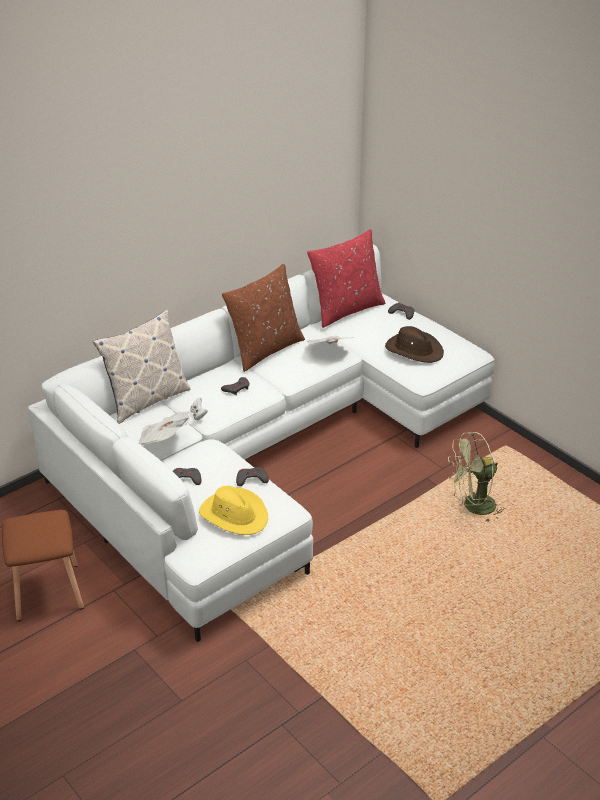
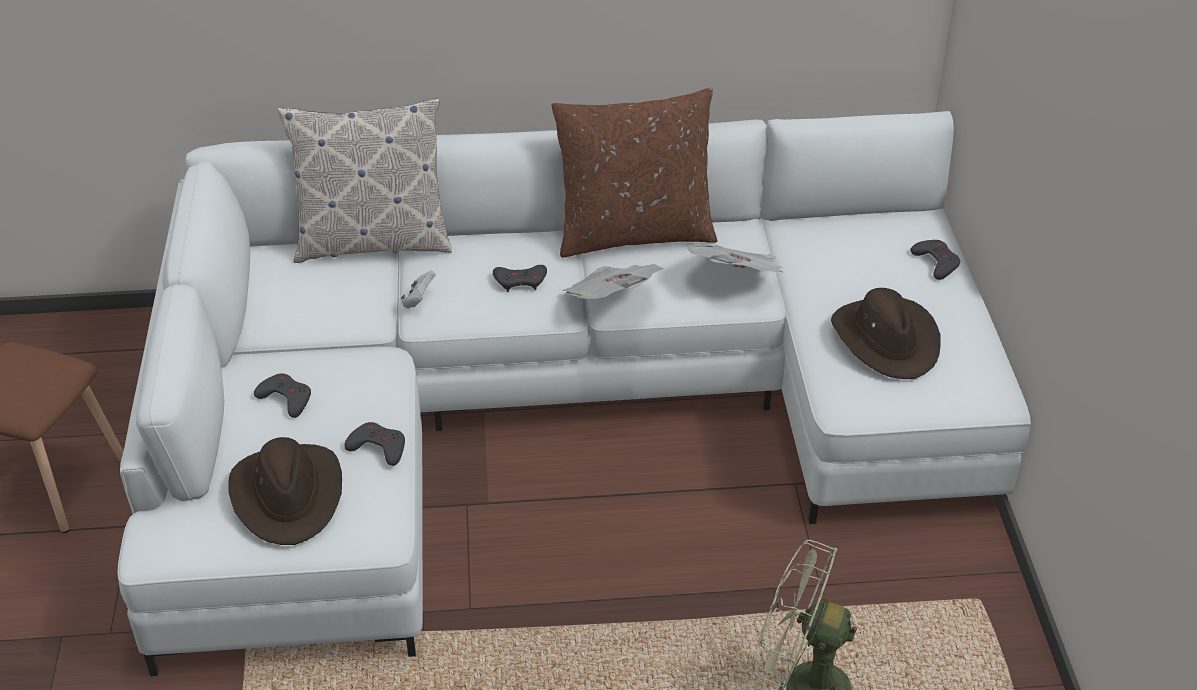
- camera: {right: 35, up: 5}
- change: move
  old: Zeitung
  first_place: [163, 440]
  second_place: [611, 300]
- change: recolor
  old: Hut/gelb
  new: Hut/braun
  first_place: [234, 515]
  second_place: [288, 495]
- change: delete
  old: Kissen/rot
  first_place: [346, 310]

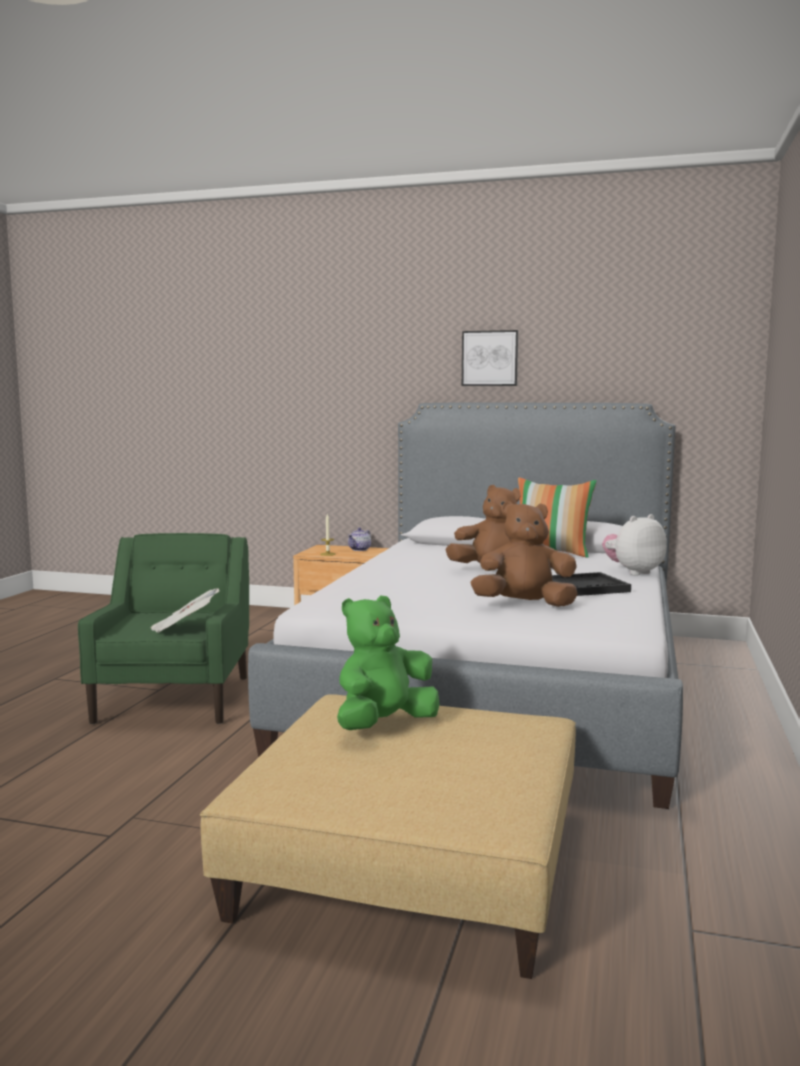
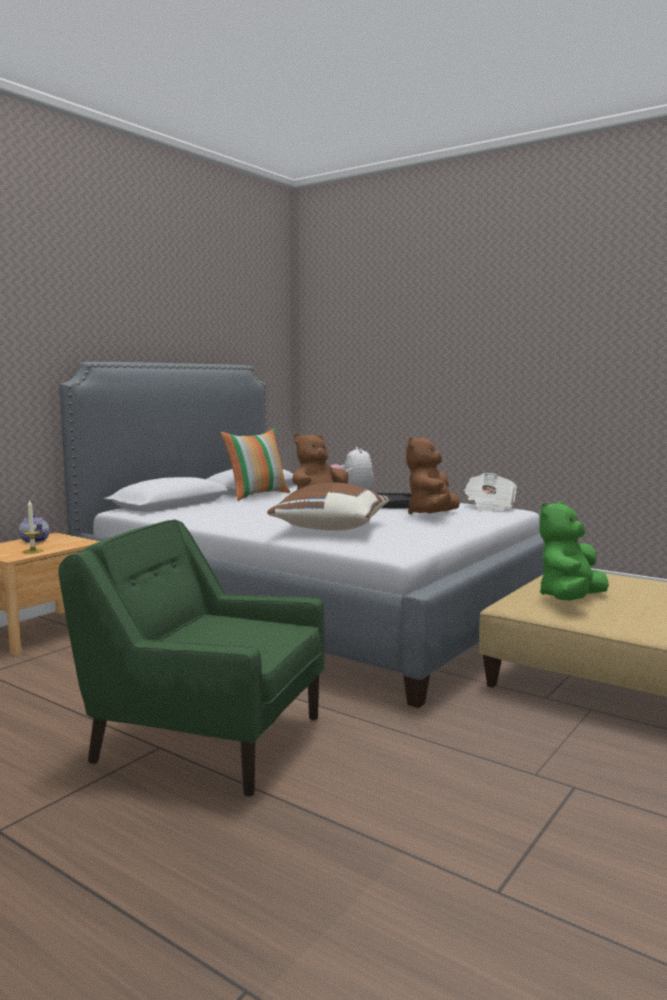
- camera: {right: -70, up: 0}
- change: move
  old: Zeitung
  first_place: [184, 629]
  second_place: [489, 507]
- change: rotate
  old: Plüschtier/grün
  first_place: [384, 724]
  second_place: [570, 599]
  degrees: 60
- change: delete
  old: Bild
  first_place: [490, 358]
- change: insert
  new: Kissen/braun
  second_place: [330, 528]

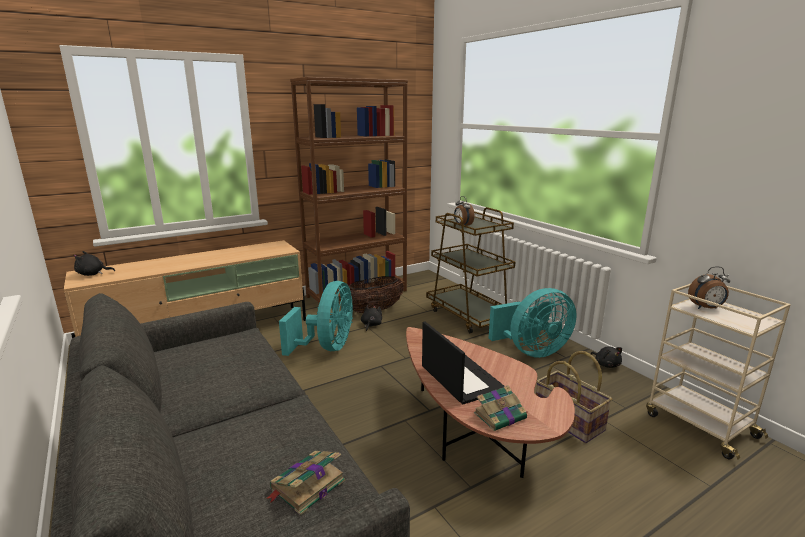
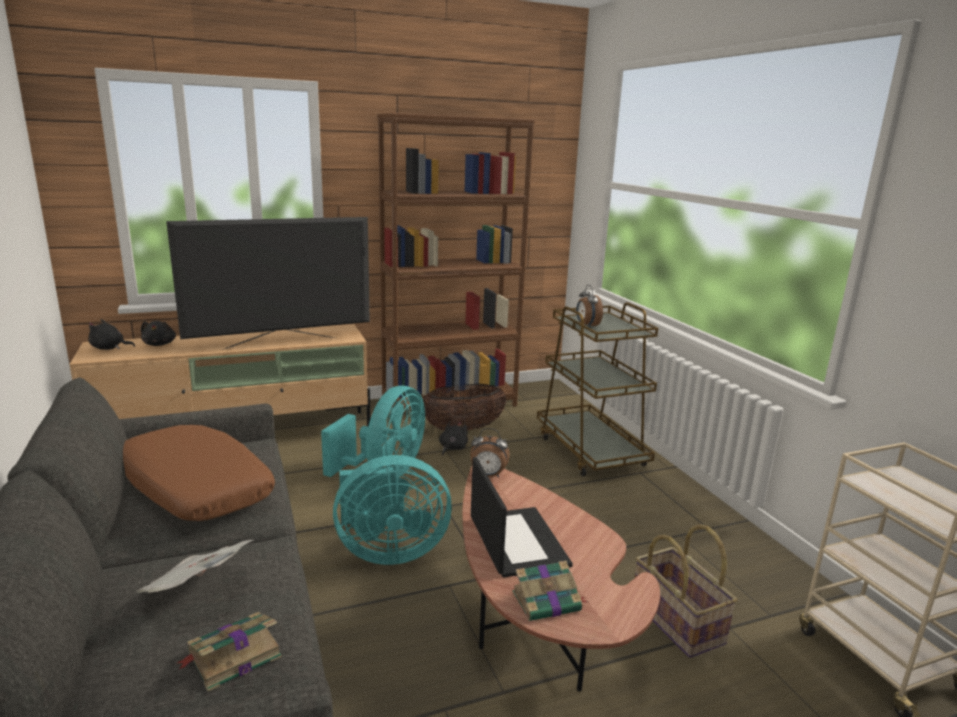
- camera: {right: 10, up: 0}
- change: move
  old: Ventilator/türkis
  first_place: [532, 351]
  second_place: [388, 551]
- change: move
  old: Plüschtier/schwarz
  first_place: [606, 364]
  second_place: [160, 344]
- change: move
  old: Wecker
  first_place: [706, 308]
  second_place: [488, 475]
- change: insert
  new: Kissen/braun
  second_place: [193, 488]
- change: insert
  new: Zeitung
  second_place: [199, 590]
- change: insert
  new: Fernseher
  second_place: [281, 343]

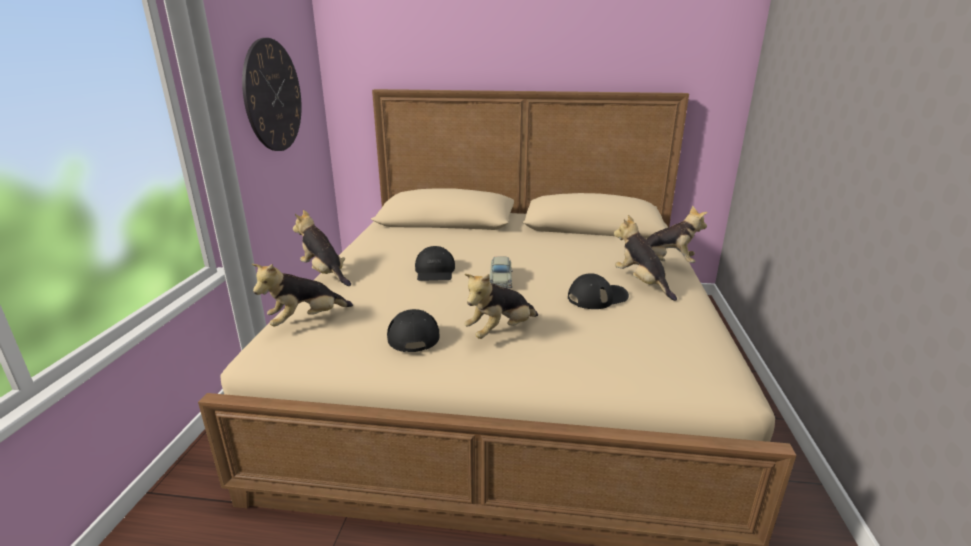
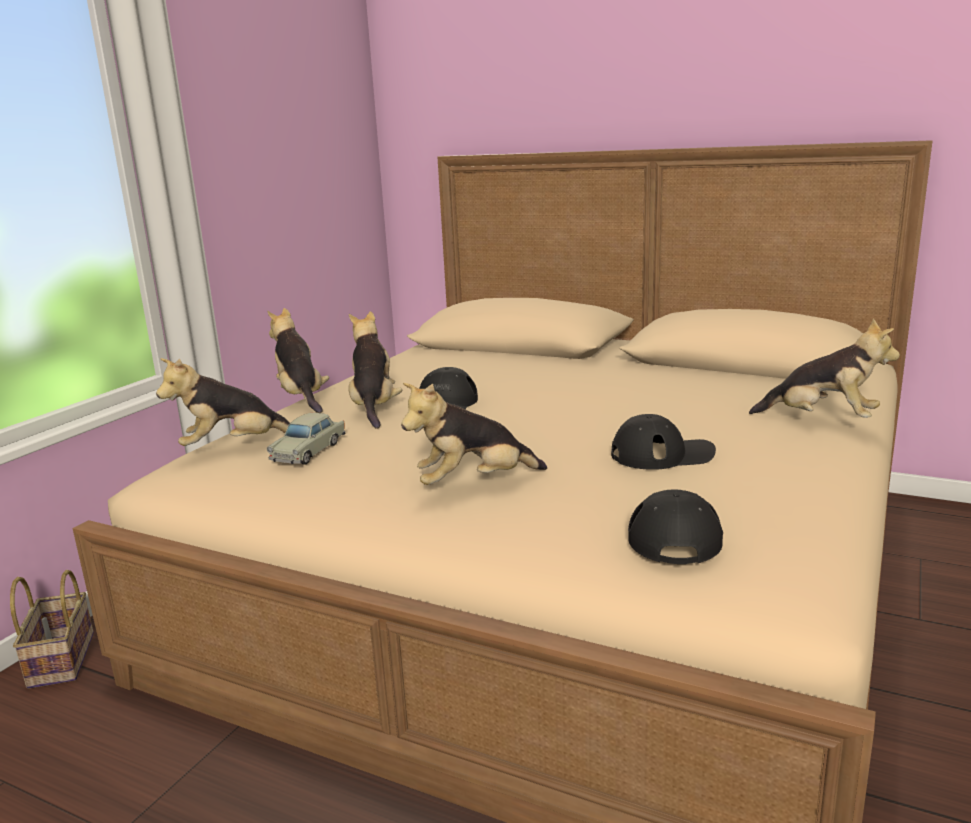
- camera: {right: 20, up: -5}
- change: delete
  old: Wanduhr
  first_place: [273, 96]
- change: move
  old: Kappe/schwarz
  first_place: [412, 333]
  second_place: [673, 533]
- change: move
  old: Spielzeugauto/beige
  first_place: [500, 280]
  second_place: [309, 451]
- change: move
  old: Plüschtier
  first_place: [641, 283]
  second_place: [374, 407]
- change: insert
  new: Korb
  second_place: [60, 659]

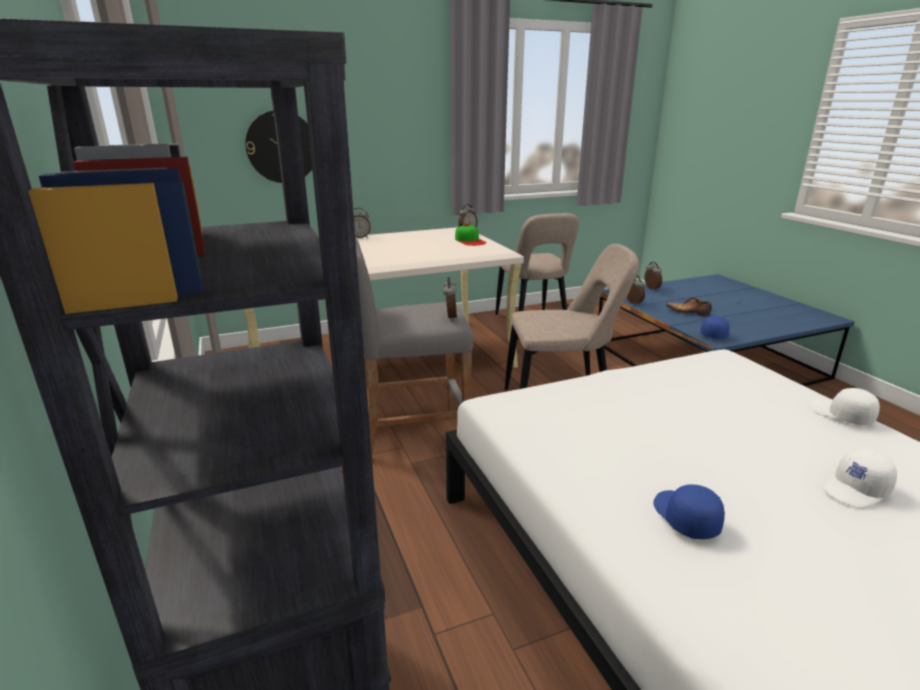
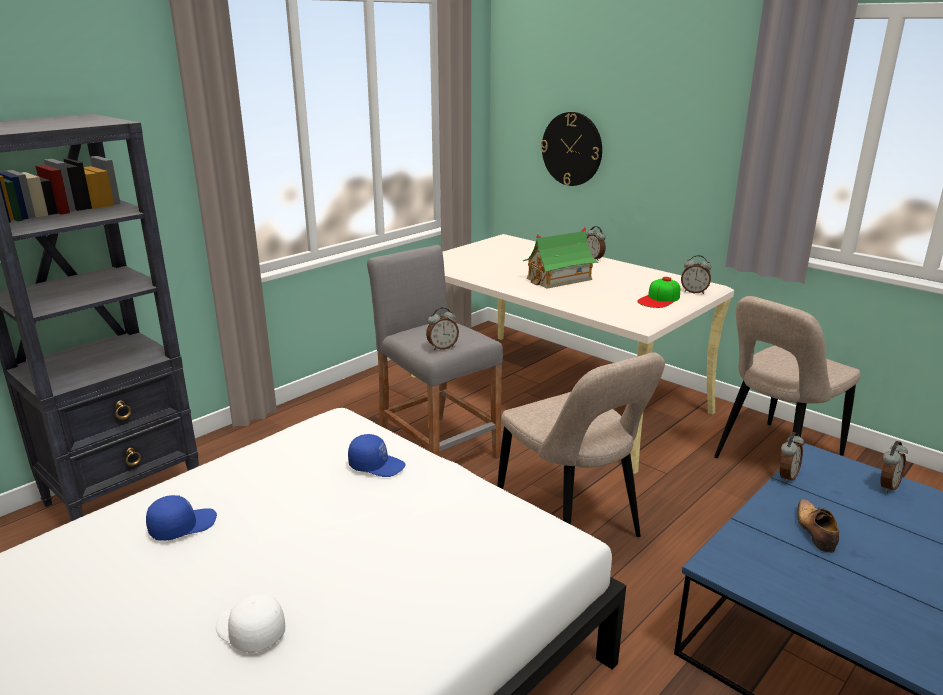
- camera: {right: 65, up: 0}
- change: move
  old: Kappe/blau
  first_place: [714, 334]
  second_place: [377, 465]
- change: delete
  old: Kappe/weiß
  first_place: [841, 415]
- change: insert
  new: Spielzeughaus
  second_place: [558, 279]

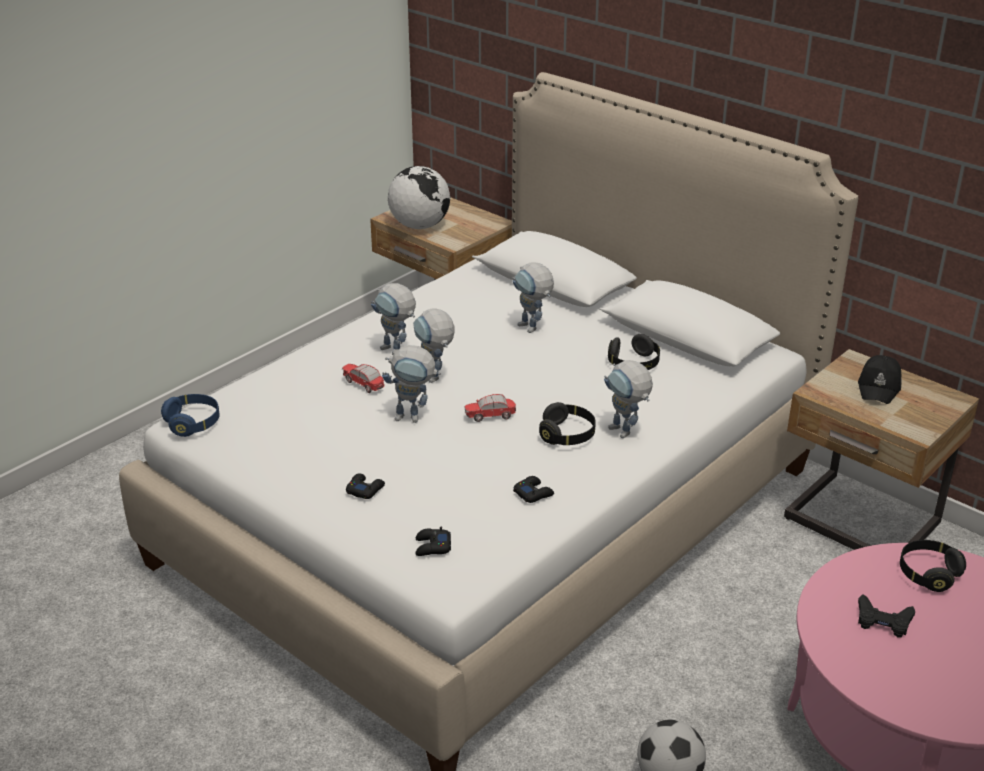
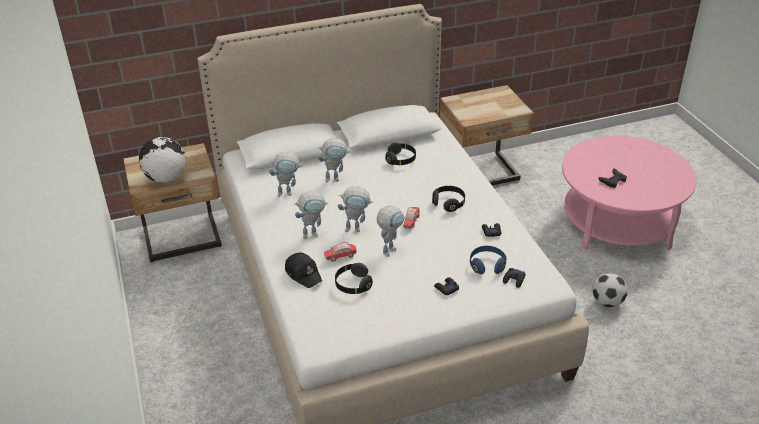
- camera: {right: -60, up: 5}
- change: move
  old: Kopfhörer/blau
  first_place: [193, 423]
  second_place: [487, 265]
- change: move
  old: Spielzeugroboter
  first_place: [626, 433]
  second_place: [288, 193]
- change: move
  old: Kappe/schwarz
  first_place: [879, 387]
  second_place: [303, 273]
- change: move
  old: Kopfhörer/schwarz
  first_place: [928, 574]
  second_place: [353, 285]

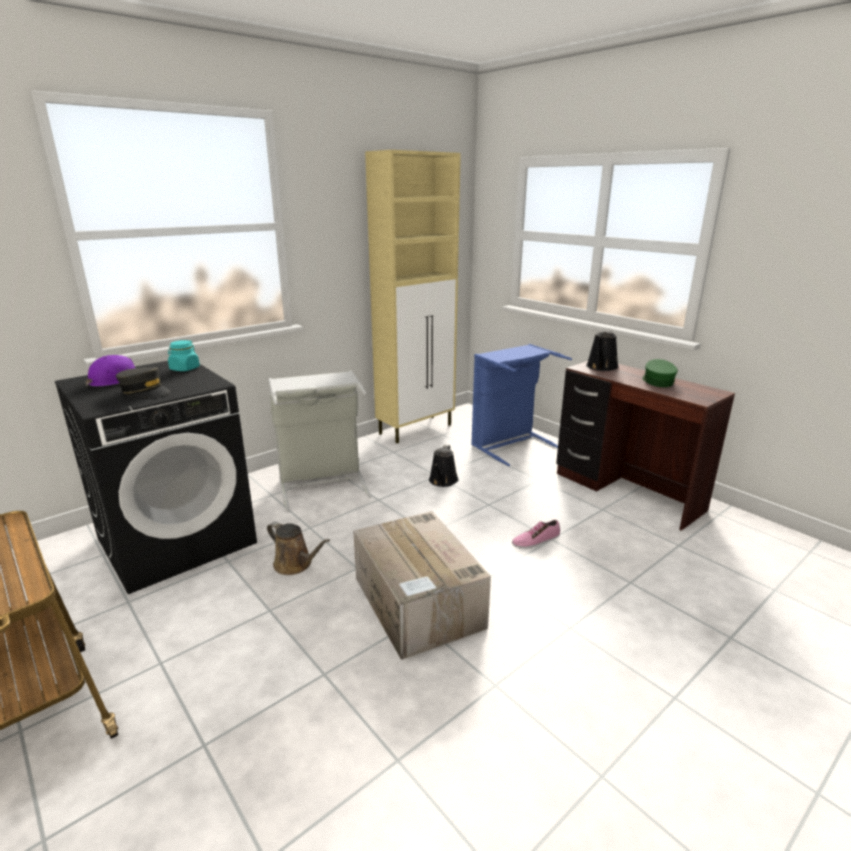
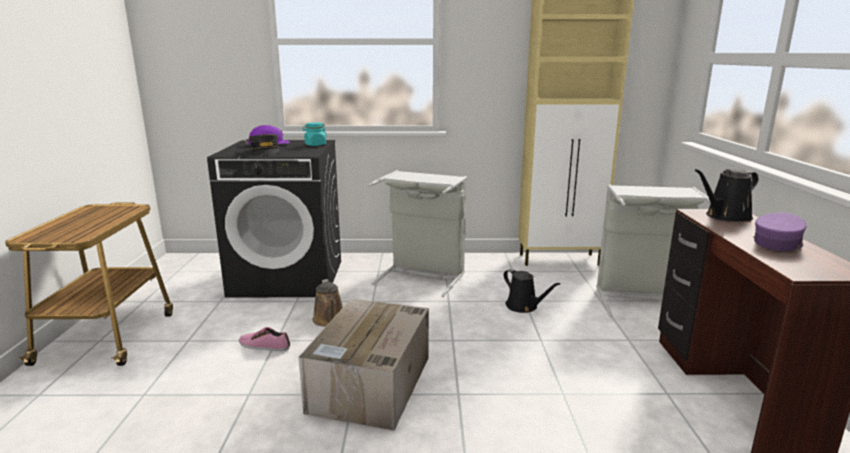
- camera: {right: 40, up: -5}
- change: rotate
  old: Gießkanne/schwarz
  first_place: [443, 481]
  second_place: [524, 306]
  degrees: -90
- change: recolor
  old: Wäschekorb/blau
  new: Wäschekorb/grau
  first_place: [510, 444]
  second_place: [642, 299]
- change: move
  old: Schuh
  first_place: [535, 540]
  second_place: [264, 345]
- change: recolor
  old: Kappe/grün
  new: Kappe/lila
  first_place: [657, 381]
  second_place: [777, 243]

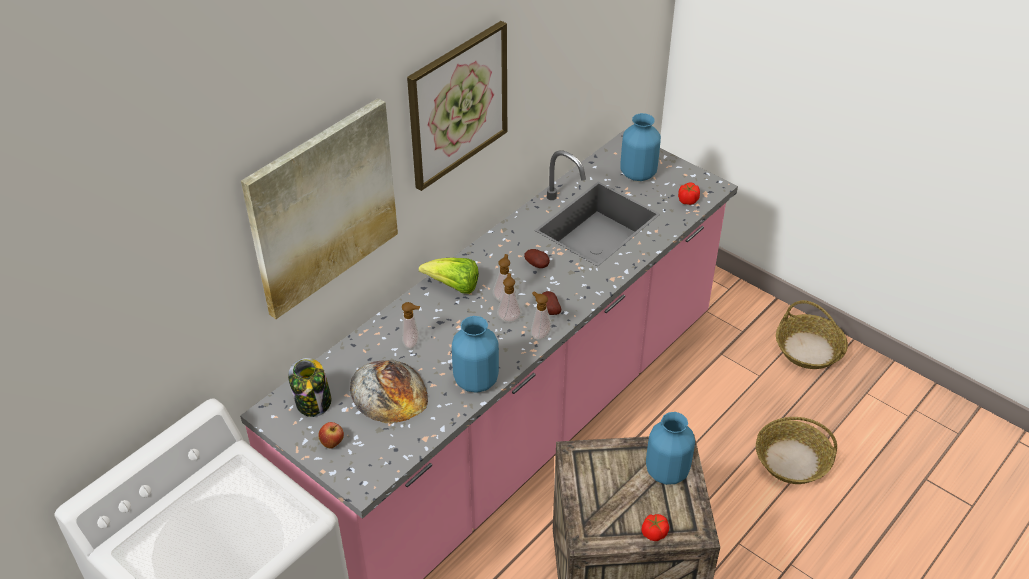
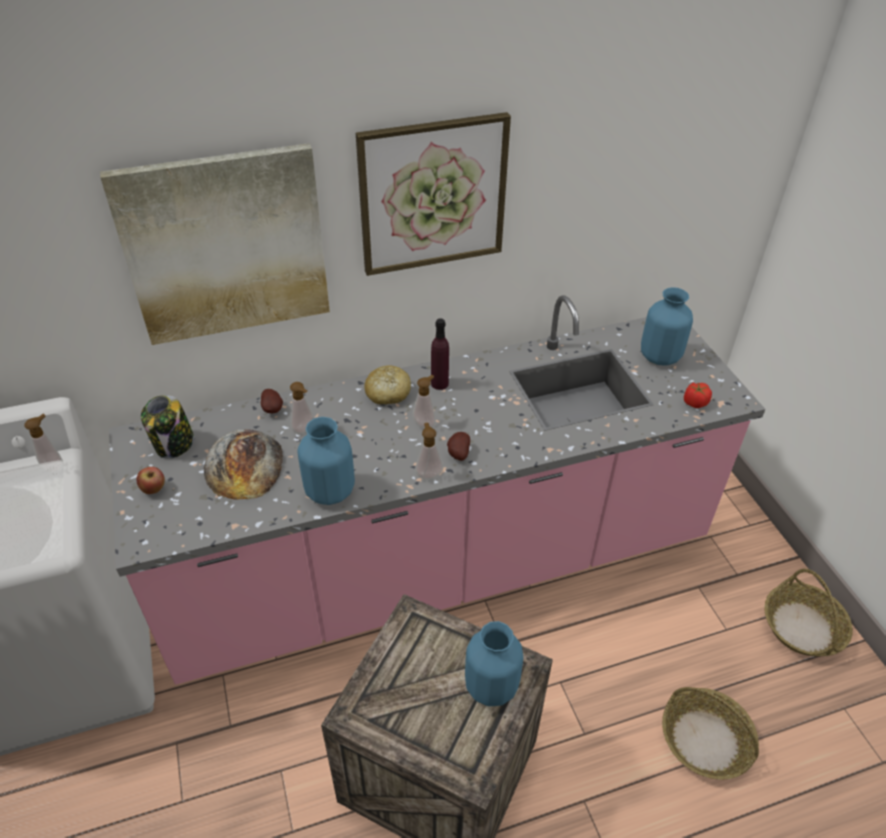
- camera: {right: 30, up: 0}
- change: replace
  old: Salatkopf
  new: Brot
  first_place: [453, 286]
  second_place: [388, 392]
- change: move
  old: Seifenspender
  first_place: [509, 318]
  second_place: [55, 466]
- change: move
  old: Kartoffel
  first_place: [538, 265]
  second_place: [273, 409]
- change: delete
  old: Tomate
  first_place: [654, 533]
- change: insert
  new: Flasche/lila
  second_place: [439, 383]

